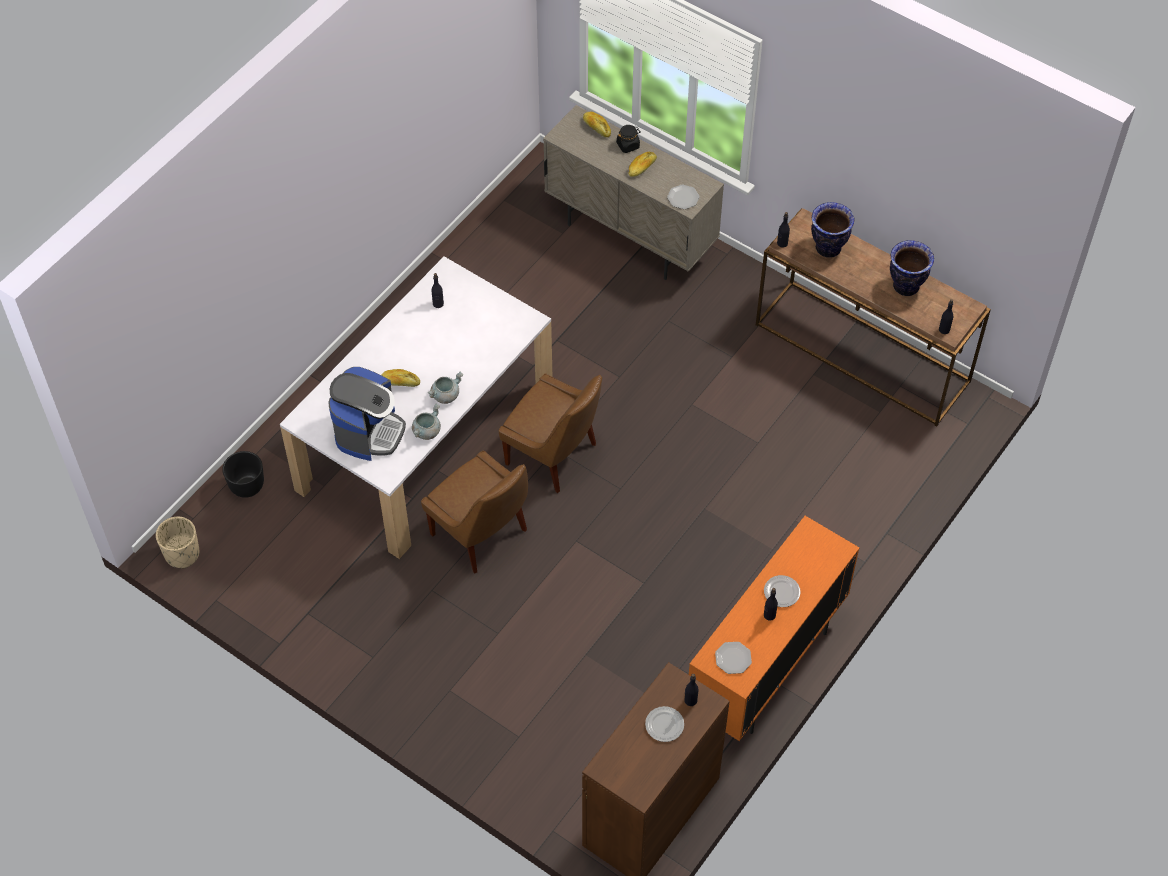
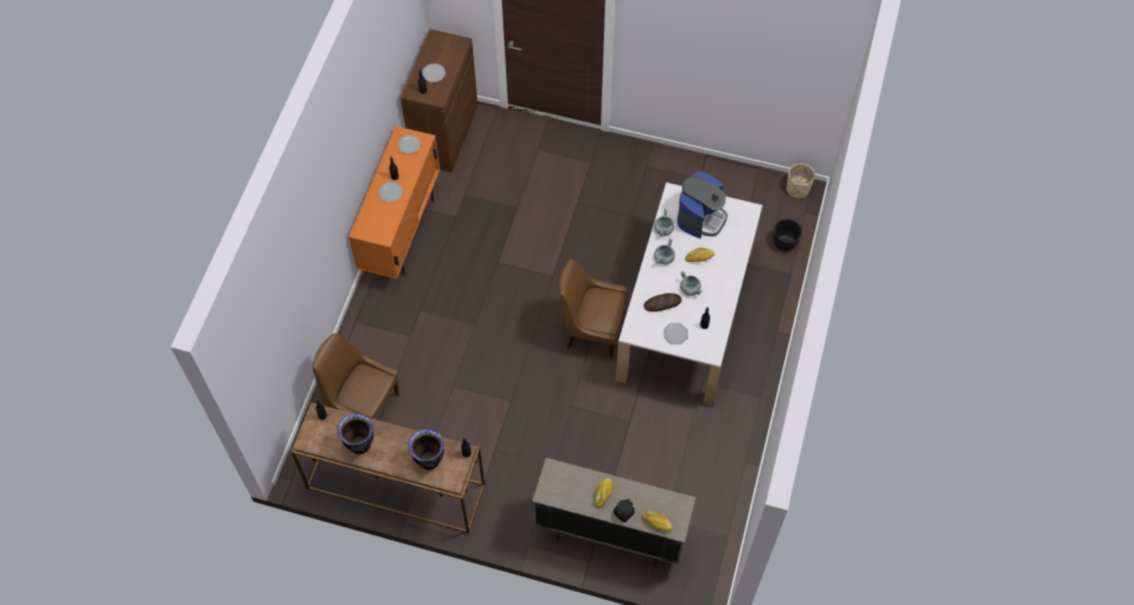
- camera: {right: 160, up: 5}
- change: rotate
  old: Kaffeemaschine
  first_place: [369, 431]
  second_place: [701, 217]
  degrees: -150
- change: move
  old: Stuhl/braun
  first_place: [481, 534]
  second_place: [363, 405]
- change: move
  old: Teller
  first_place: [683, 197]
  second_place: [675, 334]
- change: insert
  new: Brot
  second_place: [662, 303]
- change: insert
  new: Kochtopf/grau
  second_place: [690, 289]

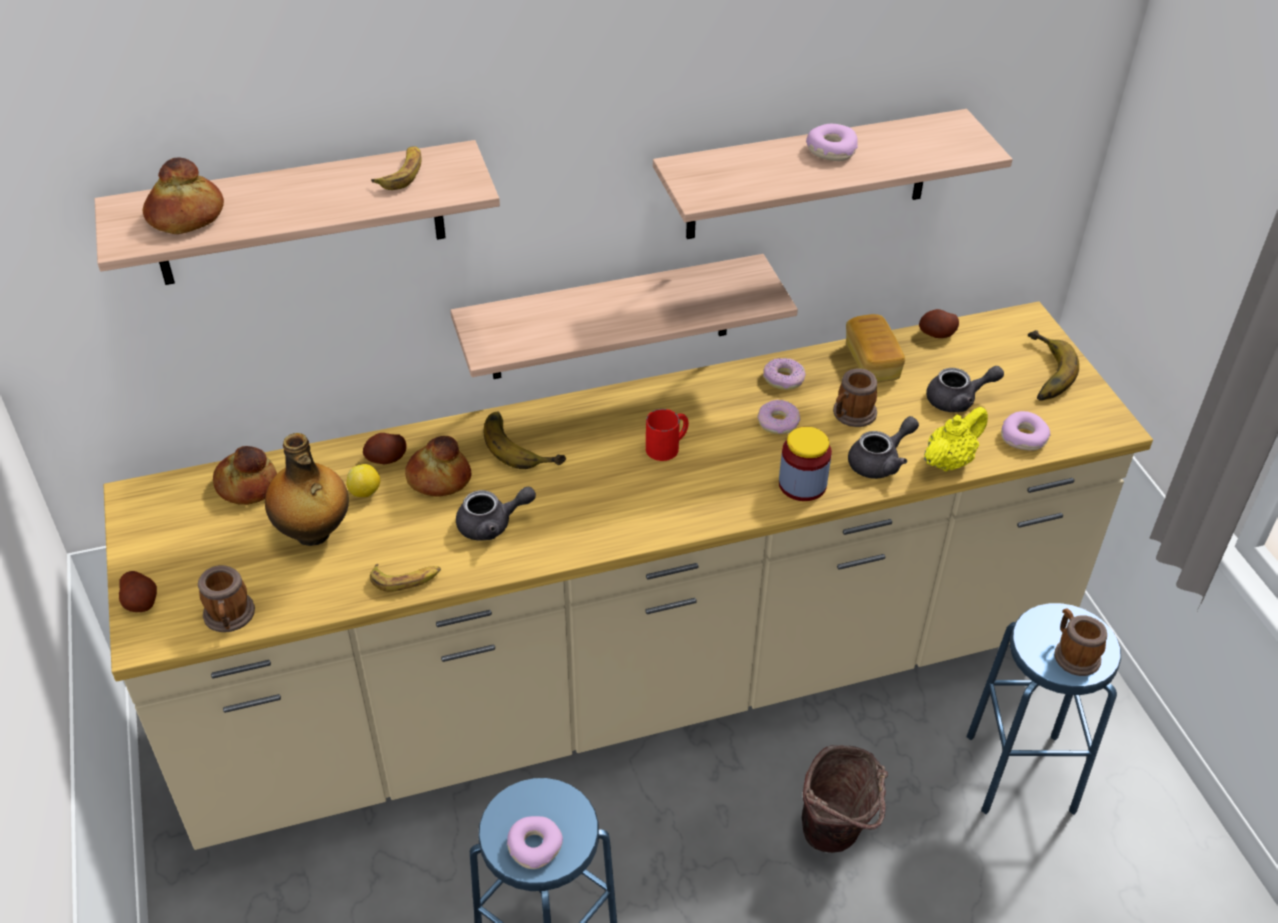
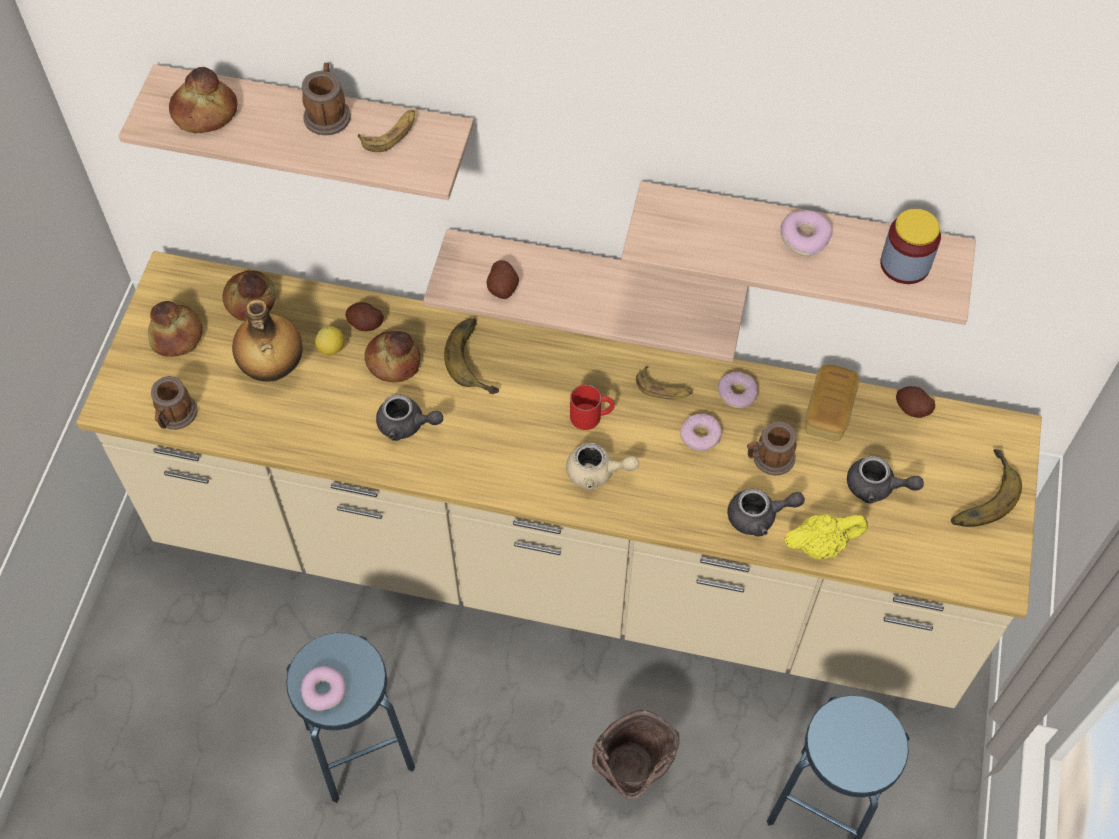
- camera: {right: 30, up: 15}
- change: move
  old: Kartoffel
  first_place: [141, 602]
  second_place: [503, 287]
- change: move
  old: Banane
  first_place: [406, 579]
  second_place: [663, 389]
- change: move
  old: Vorratsglas
  first_place: [802, 484]
  second_place: [905, 264]
- change: delete
  old: Donut
  first_place: [1024, 437]
- change: move
  old: Henkelbecher
  first_place: [1073, 654]
  second_place: [328, 113]
- change: insert
  new: Brot
  second_place: [177, 336]
- change: insert
  new: Teekanne/beige
  second_place: [597, 473]

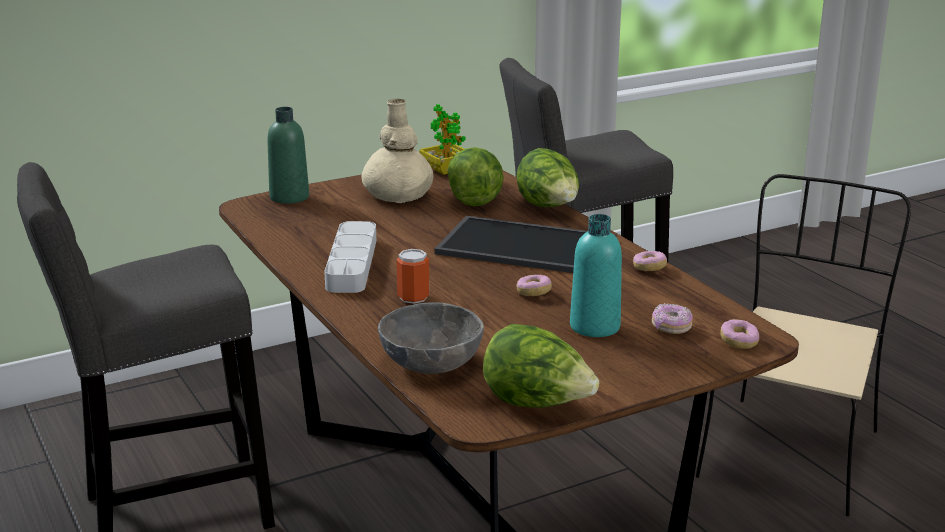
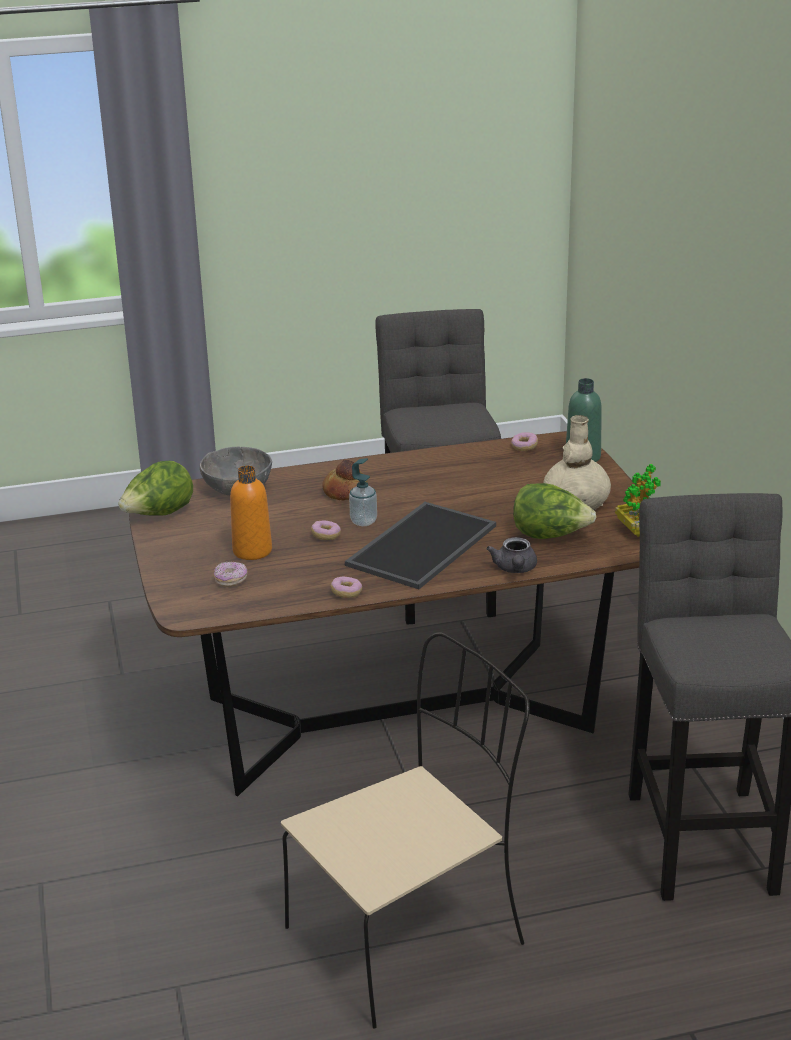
- camera: {right: 105, up: 5}
- change: delete
  old: Tablett/grau
  first_place: [352, 263]
- change: replace
  old: Dose
  new: Brot
  first_place: [413, 297]
  second_place: [344, 491]
- change: replace
  old: Salatkopf
  new: Teekanne/grau
  first_place: [549, 208]
  second_place: [515, 569]
- change: recolor
  old: Flasche/türkis
  new: Flasche/orange
  first_place: [594, 327]
  second_place: [252, 551]
- change: rotate
  old: Stuhl/beige
  first_place: [790, 452]
  second_place: [409, 934]
  degrees: -75
- change: move
  old: Donut
  first_place: [739, 342]
  second_place: [524, 447]
- change: insert
  new: Seifenspender
  second_place: [363, 521]

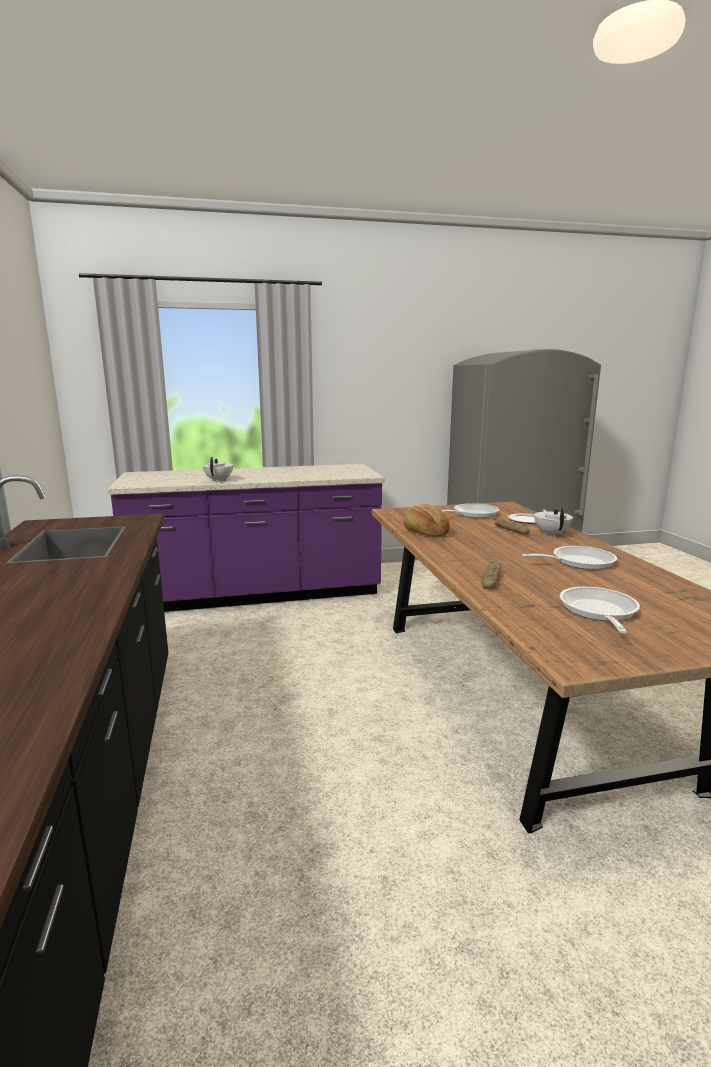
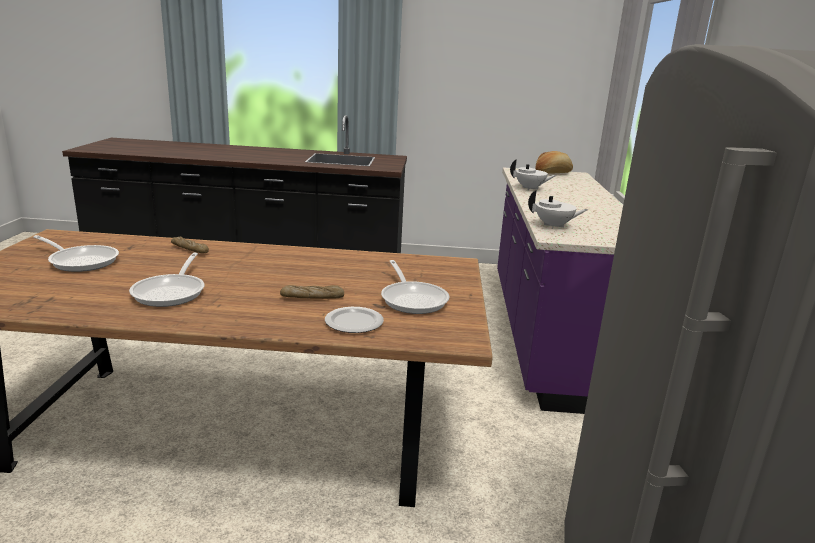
- camera: {right: 105, up: 5}
- change: move
  old: Brot
  first_place: [425, 532]
  second_place: [552, 173]
- change: move
  old: Teekanne/weiß
  first_place: [551, 534]
  second_place: [554, 226]

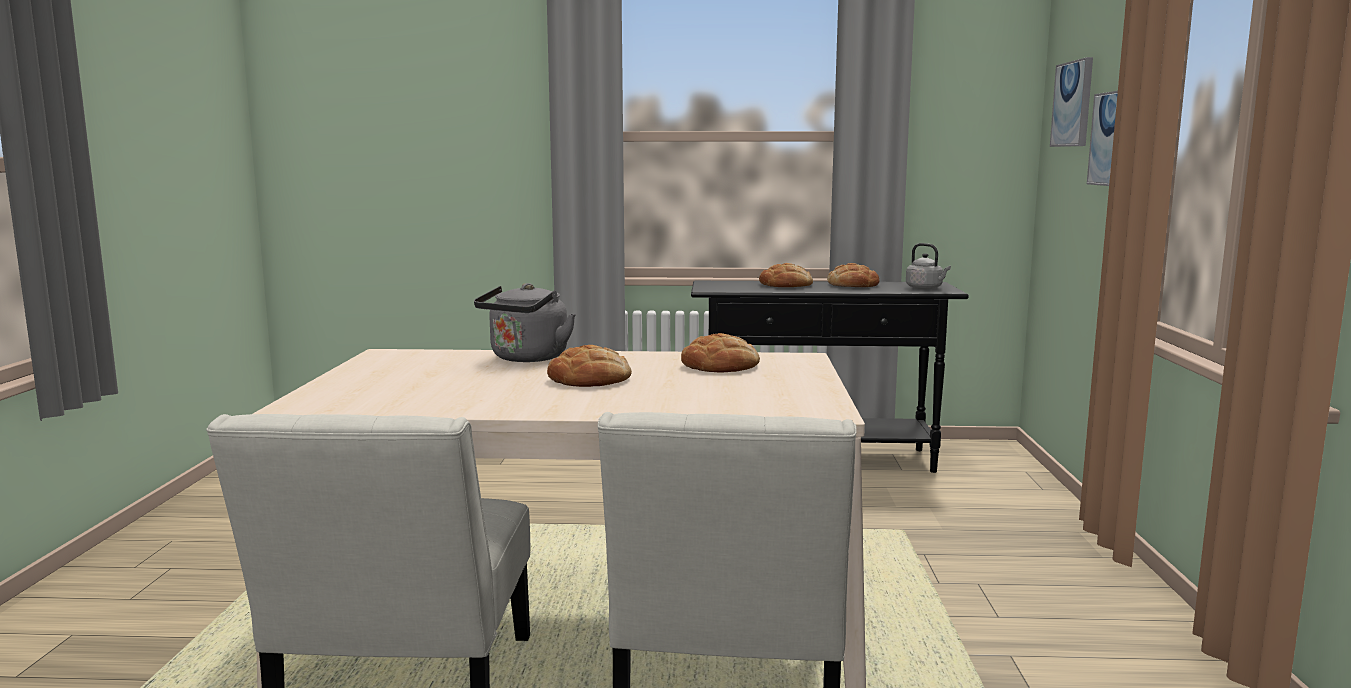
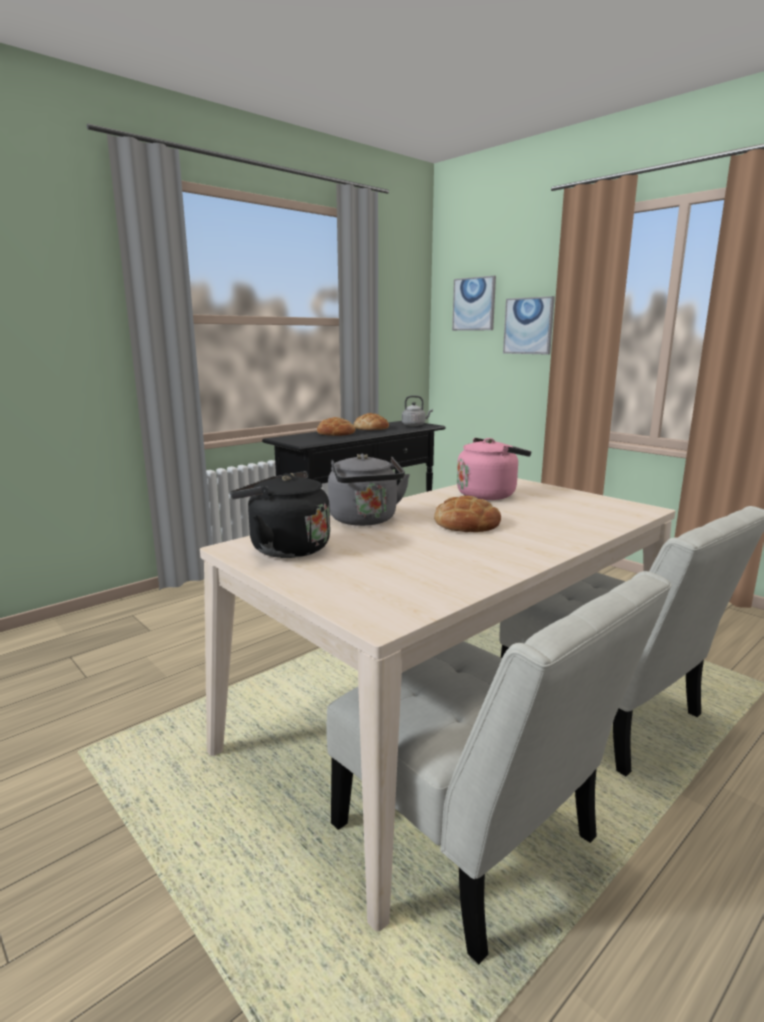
- camera: {right: -45, up: 5}
- change: replace
  old: Brot
  new: Wasserkessel/rosa
  first_place: [720, 365]
  second_place: [489, 494]
- change: insert
  new: Wasserkessel/schwarz
  second_place: [285, 548]

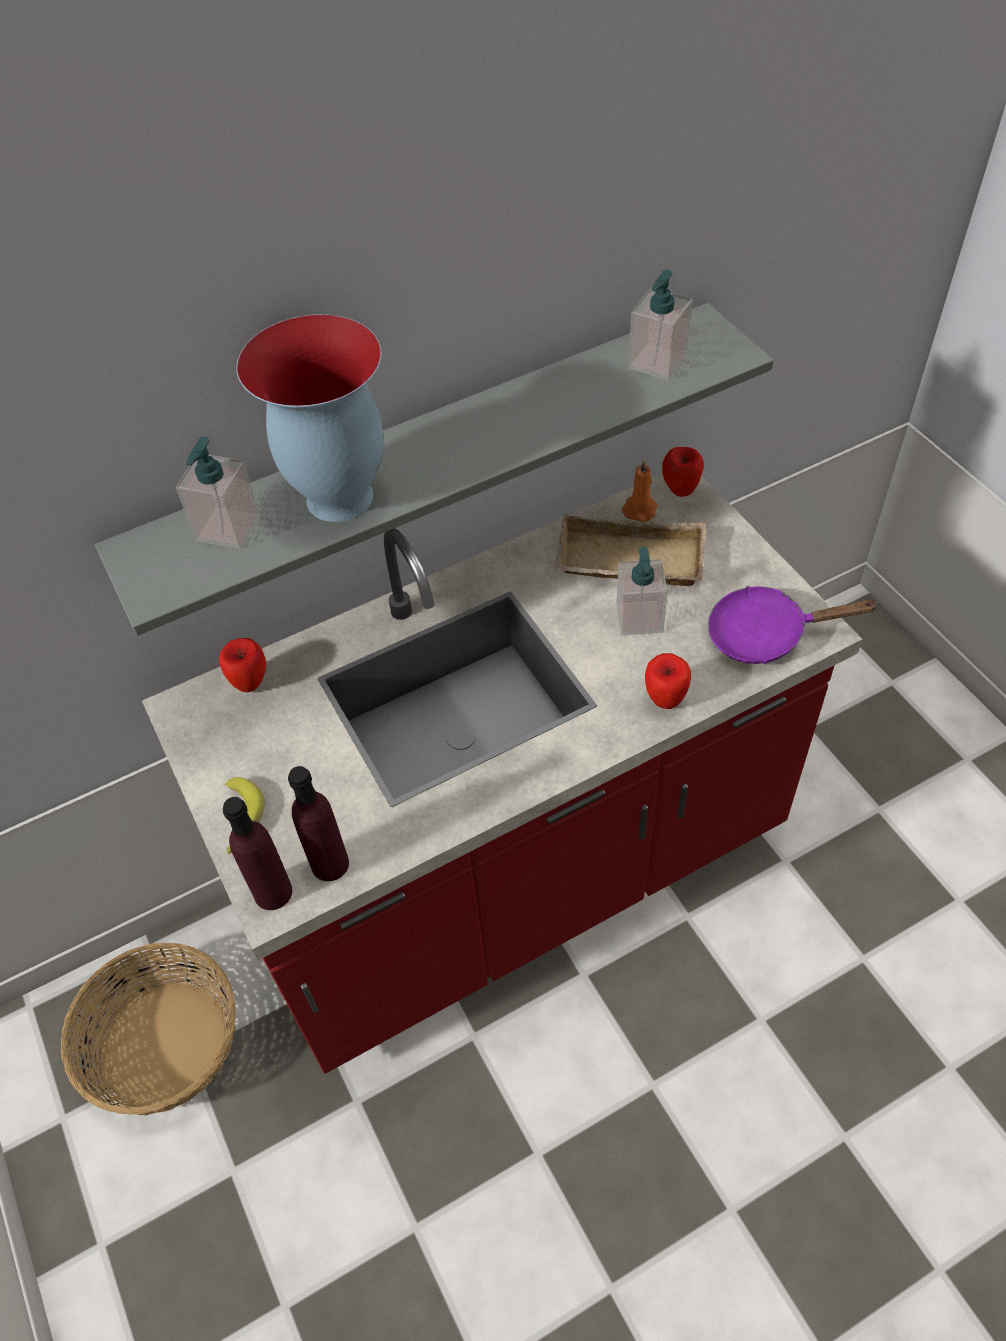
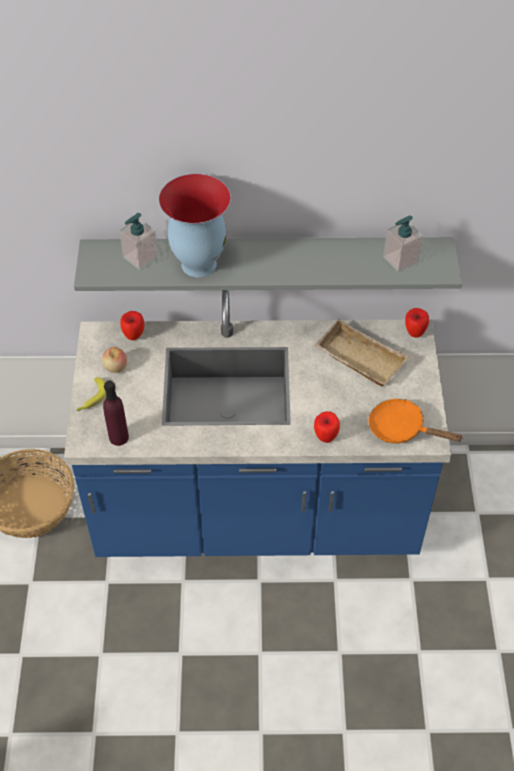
- camera: {right: 25, up: 0}
- change: recolor
  old: Küchenzeile/rot
  new: Küchenzeile/blau
  first_place: [518, 875]
  second_place: [257, 513]
- change: delete
  old: Flasche/lila
  first_place: [273, 892]
- change: delete
  old: Seifenspender
  first_place: [639, 618]
- change: delete
  old: Kerze/orange
  first_place: [640, 508]
- change: recolor
  old: Pfanne/lila
  new: Pfanne/orange
  first_place: [765, 634]
  second_place: [401, 429]
- change: insert
  new: Apfel
  second_place: [115, 367]

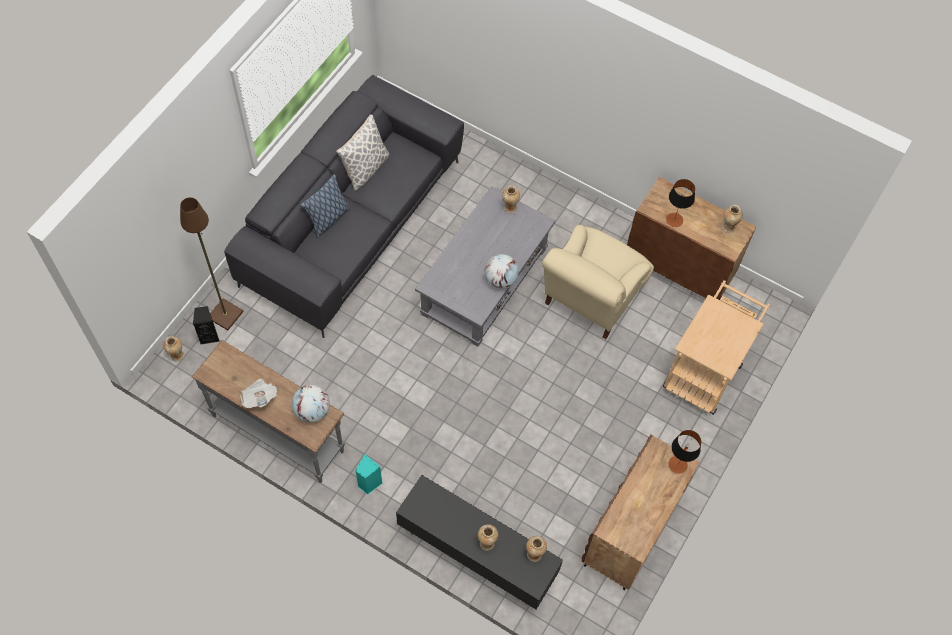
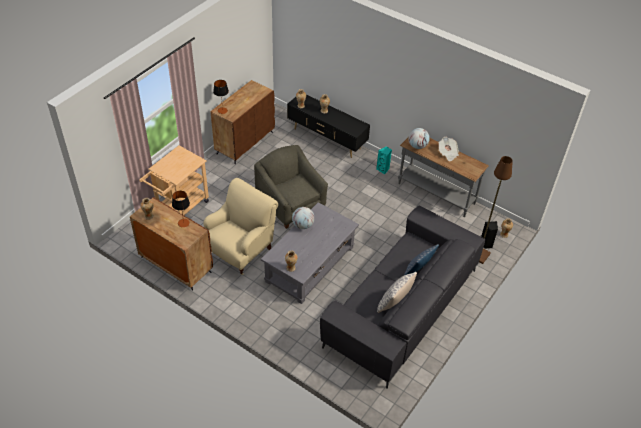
- camera: {right: -175, up: -15}
- change: insert
  new: Sessel/grau
  second_place: [291, 205]

